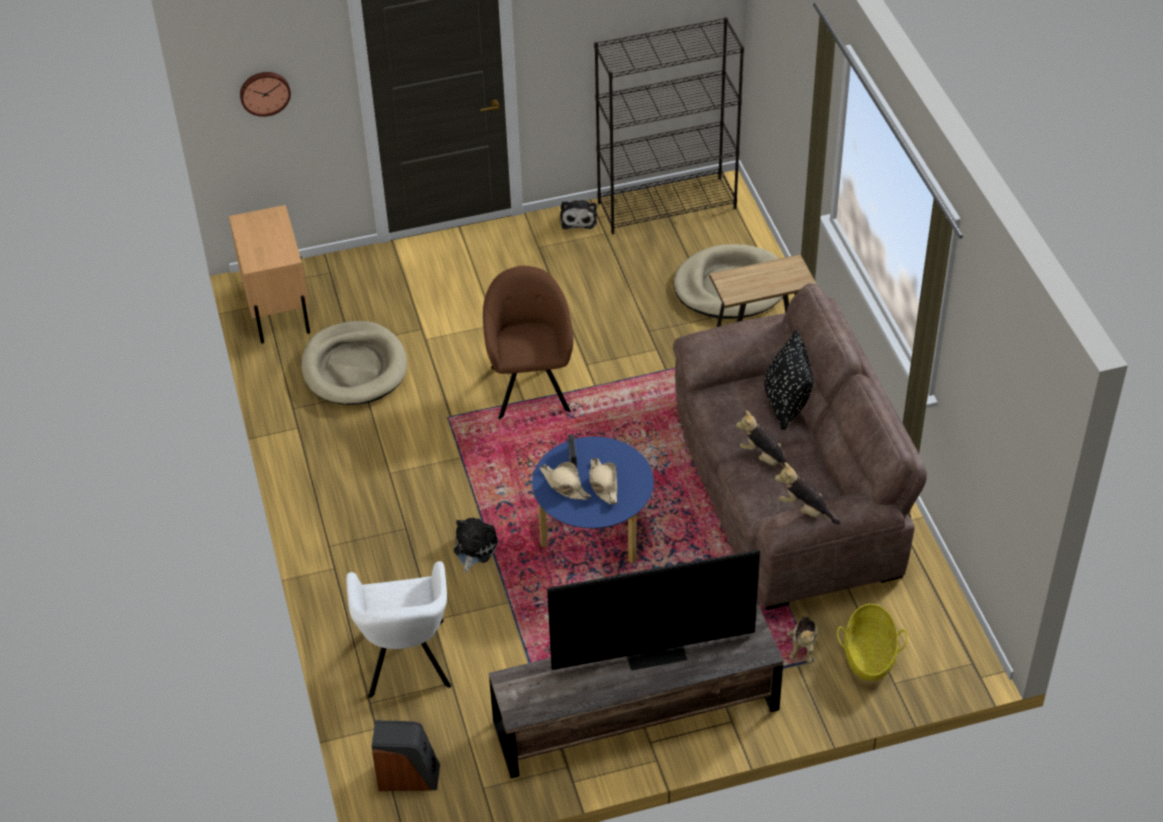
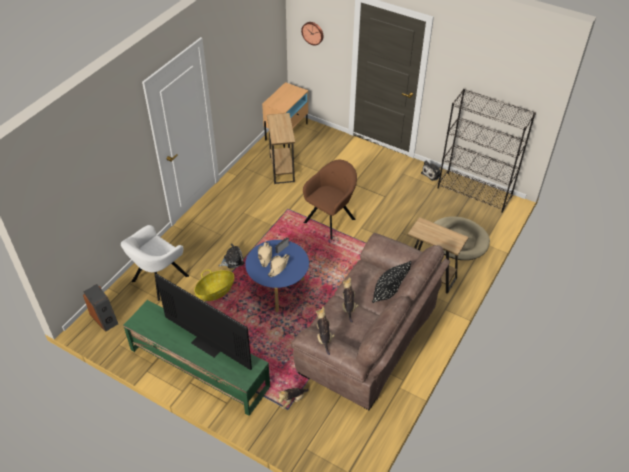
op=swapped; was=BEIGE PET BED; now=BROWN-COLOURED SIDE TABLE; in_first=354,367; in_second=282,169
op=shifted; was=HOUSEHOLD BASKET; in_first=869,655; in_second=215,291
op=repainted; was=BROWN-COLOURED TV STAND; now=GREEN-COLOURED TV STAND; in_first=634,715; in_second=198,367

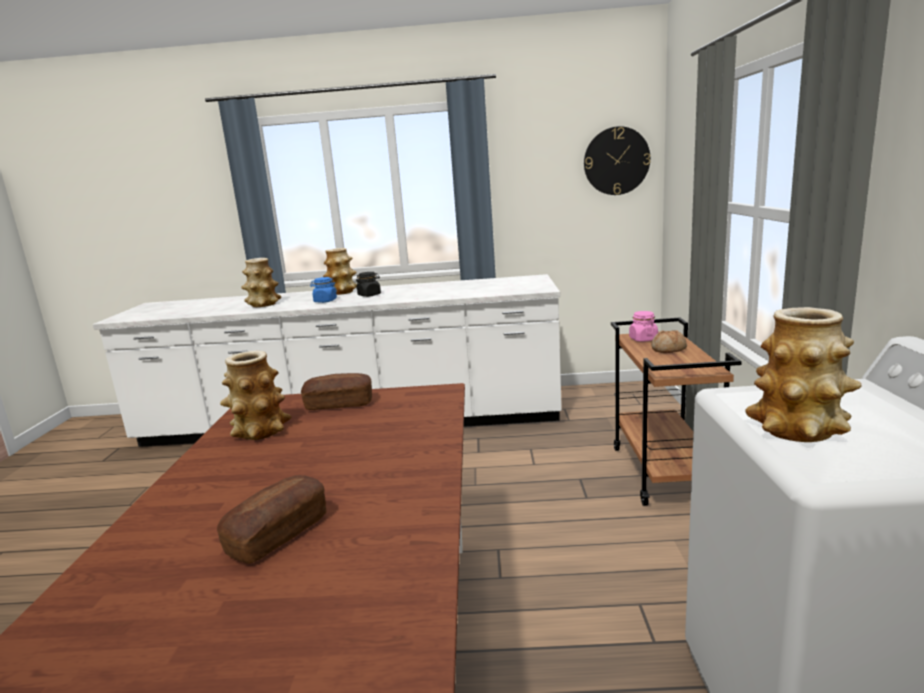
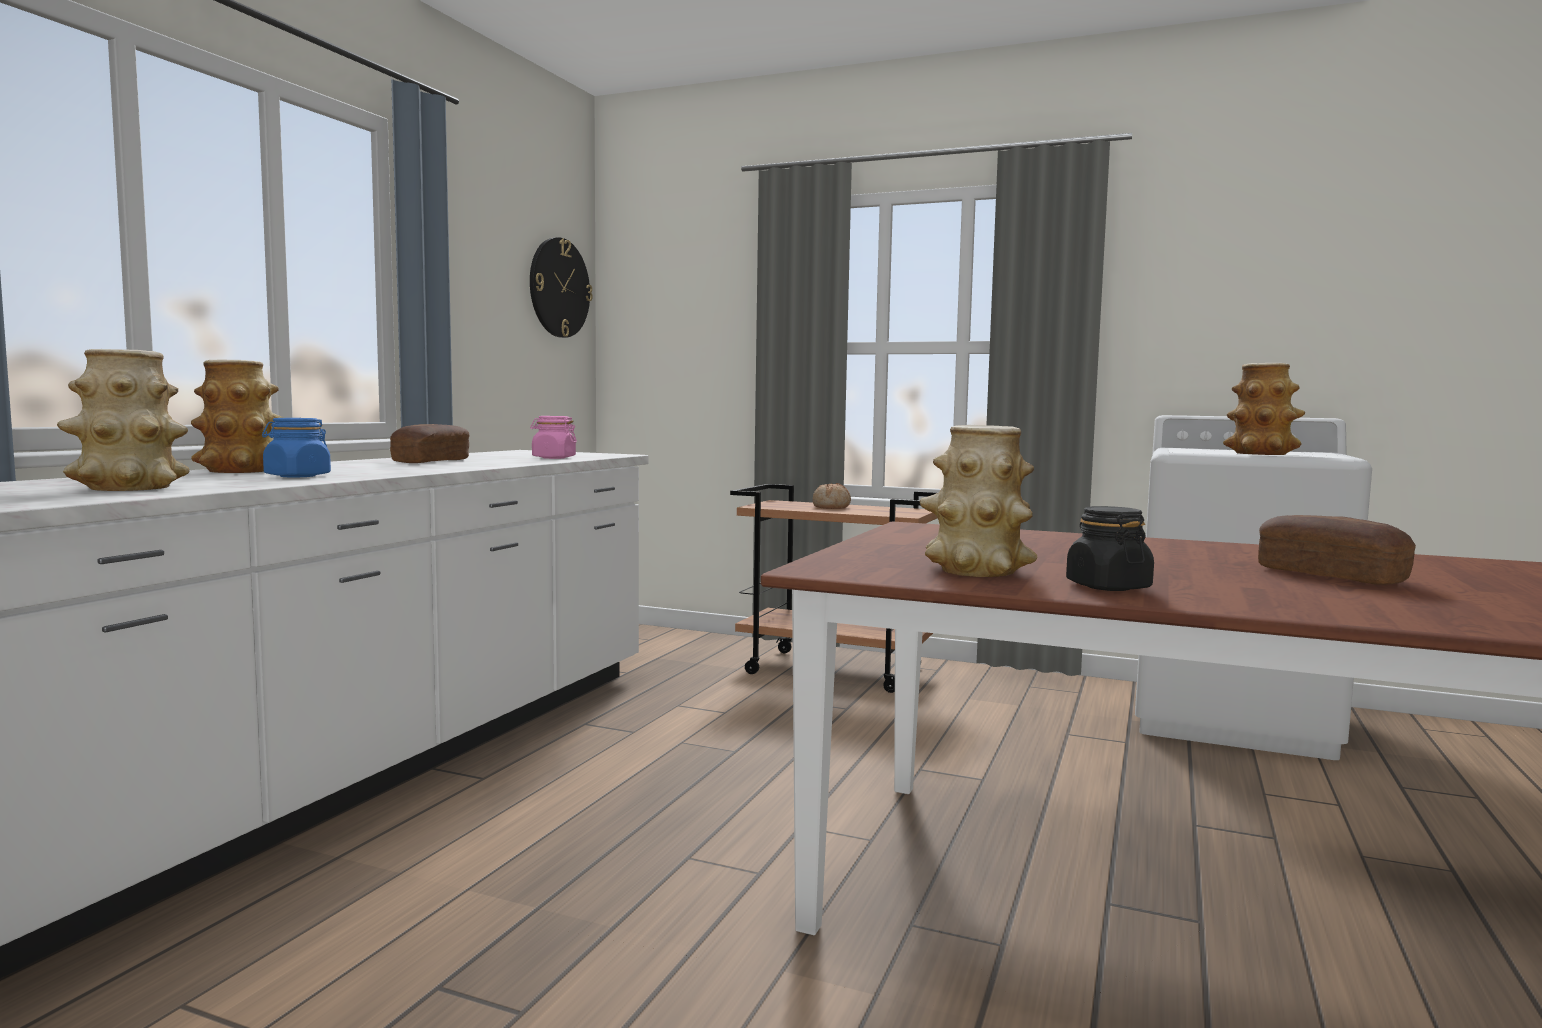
op=shifted; was=BLACK-COLOURED PRESERVE JAR; in_first=369,295; in_second=1107,587
op=shifted; was=PINK-COLOURED PRESERVE JAR; in_first=643,339; in_second=553,458
op=shifted; was=BAKERY BREAD; in_first=339,404; in_second=431,461

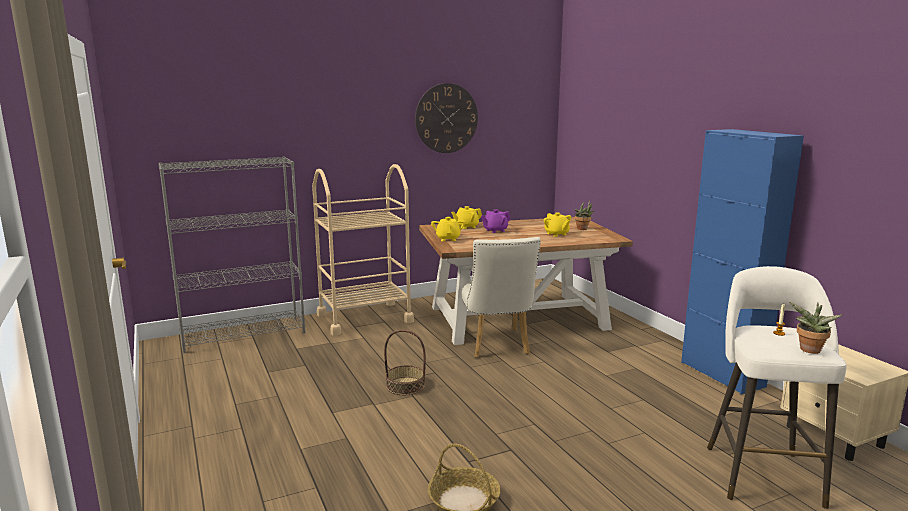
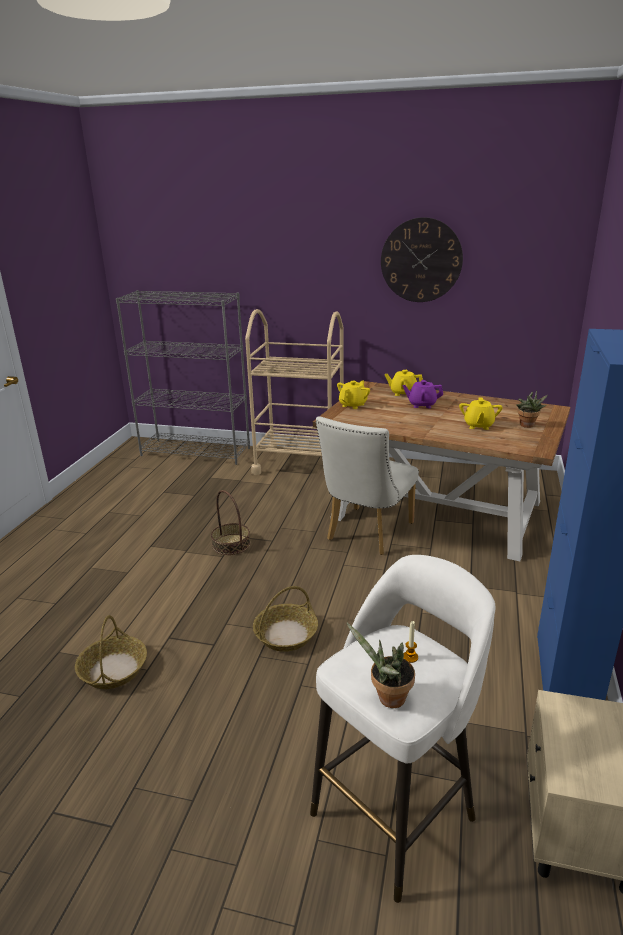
op=new; now=HOUSEHOLD BASKET; in_second=286,634

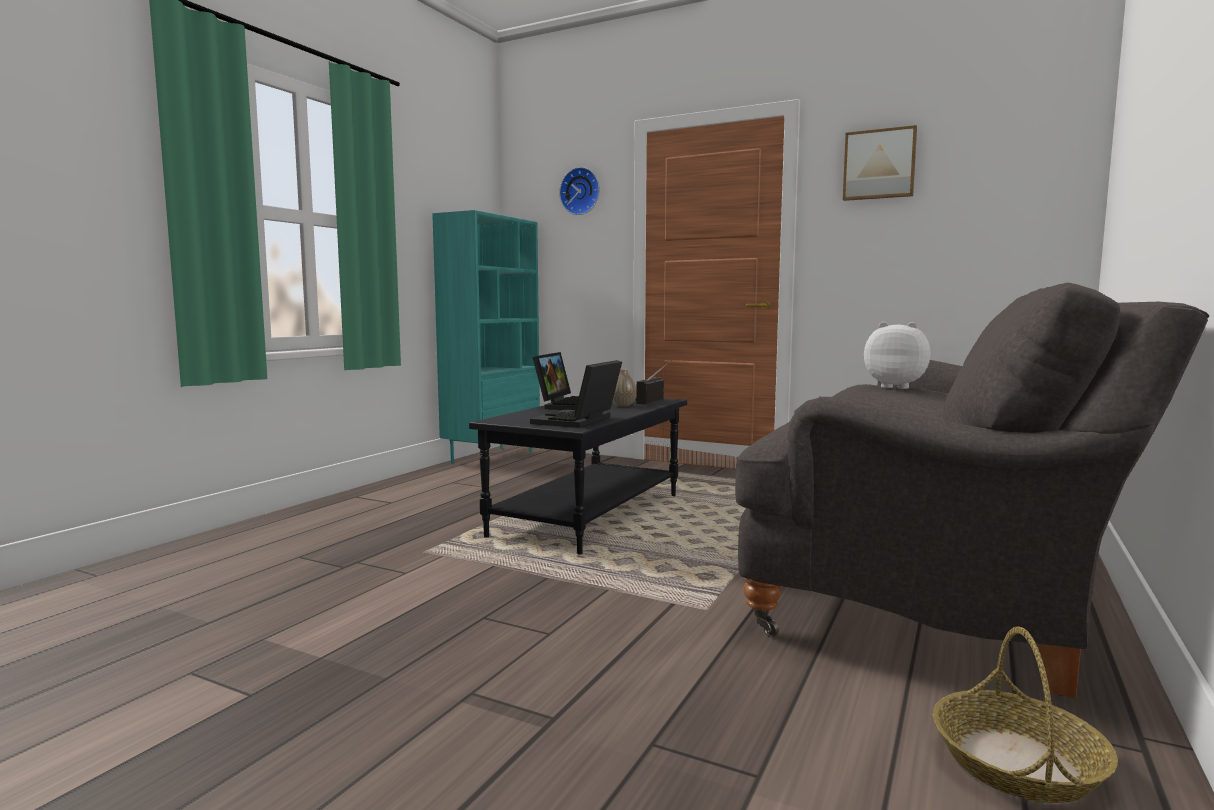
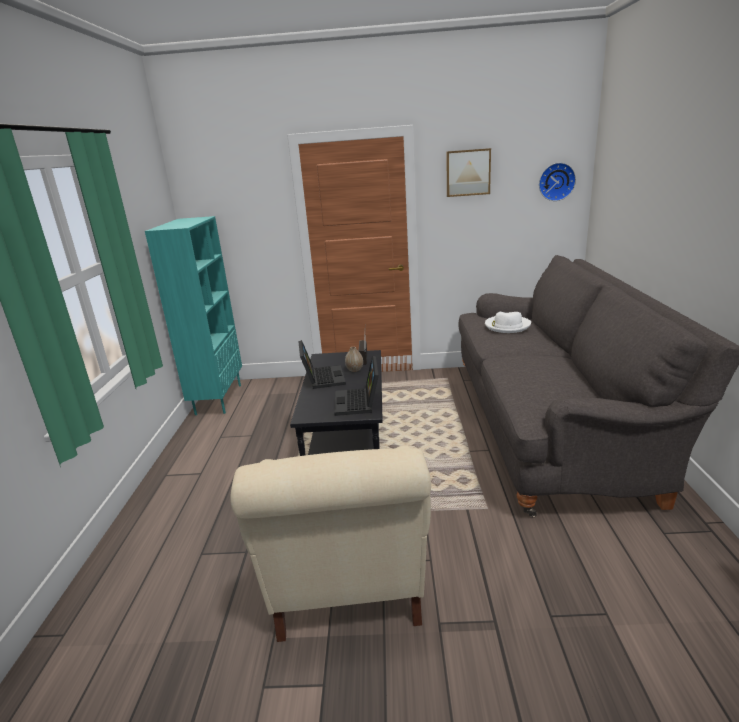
op=shifted; was=HANGING CLOCK; in_first=581,191; in_second=556,181
op=swapped; was=CUDDLY TOY; now=WHITE-COLOURED CLOTHING HAT; in_first=896,387; in_second=507,326
op=gone; was=HOUSEHOLD BASKET; in_first=1018,763
op=new; now=BEIGE EASY CHAIR; in_second=347,583

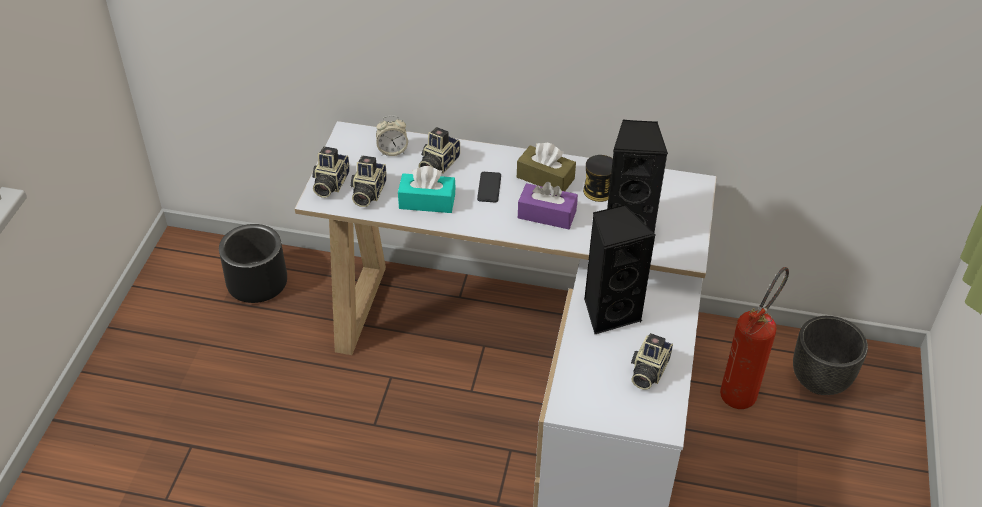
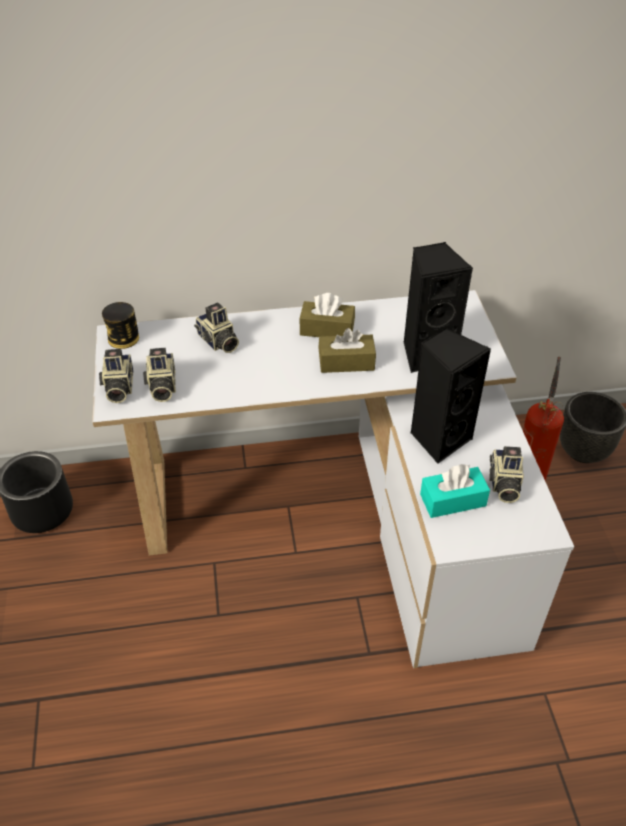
op=gone; was=BEDSIDE CLOCK; in_first=392,151
op=rotated; was=STILL CAMERA; in_first=437,164; in_second=218,342; clockwise=-45
op=shifted; was=CAN; in_first=599,191; in_second=123,338
op=shifted; was=TURQUOISE-COLOURED BOX OF TISSUES; in_first=427,201; in_second=453,500
op=gone; was=HANDSET; in_first=489,187
op=repainted; was=PURPLE-COLOURED BOX OF TISSUES; now=BROWN-COLOURED BOX OF TISSUES; in_first=547,214; in_second=346,362

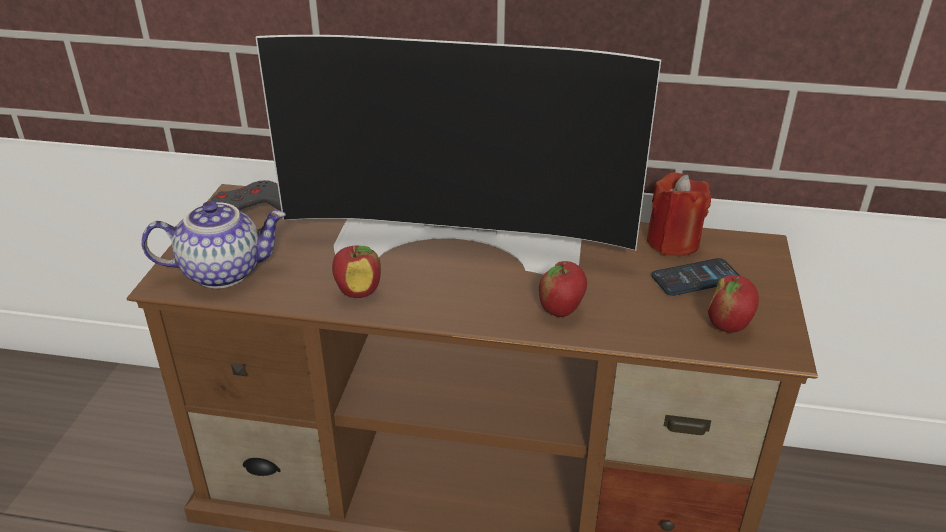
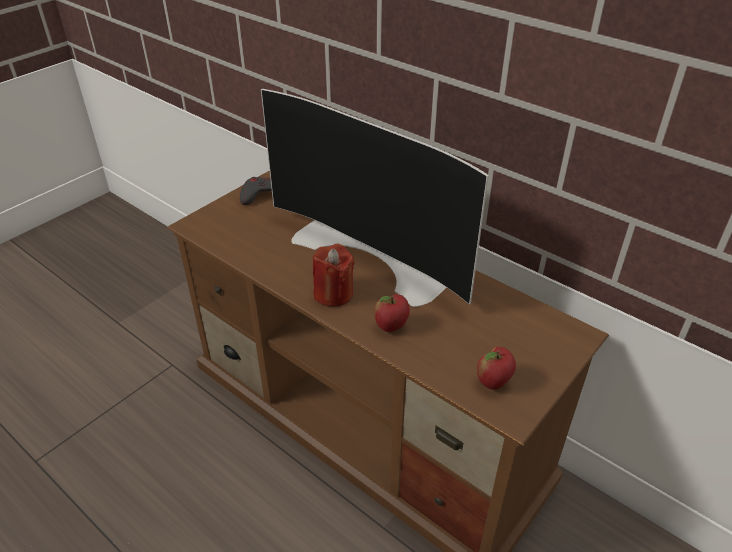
op=shifted; was=RED WAX CANDLE; in_first=673,242; in_second=333,294
op=gone; was=TEAPOT; in_first=223,271
op=gone; was=APPLE; in_first=358,291
op=gone; was=HANDSET; in_first=695,278

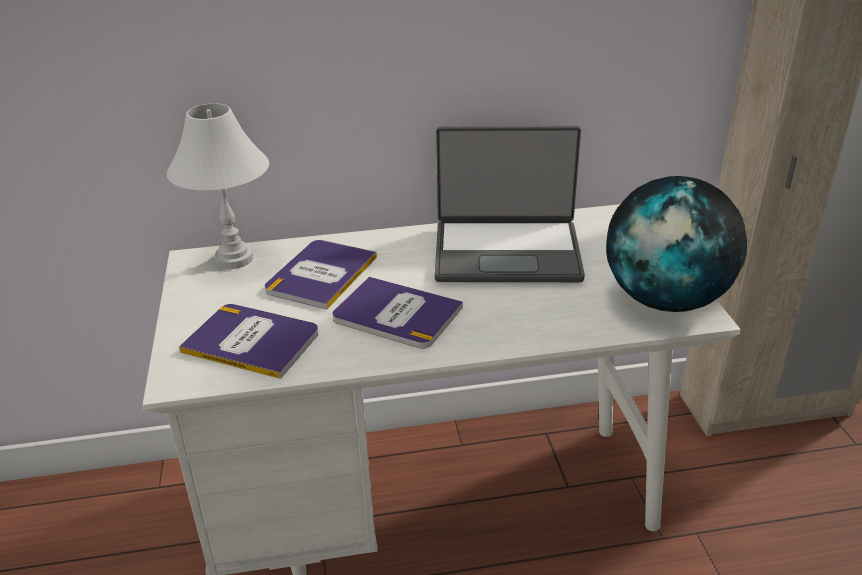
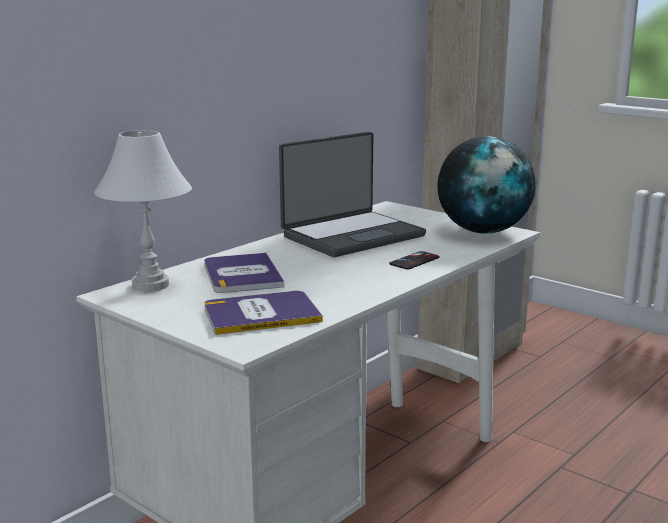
op=gone; was=BOUND BOOK; in_first=396,314
op=new; now=HANDSET; in_second=414,261

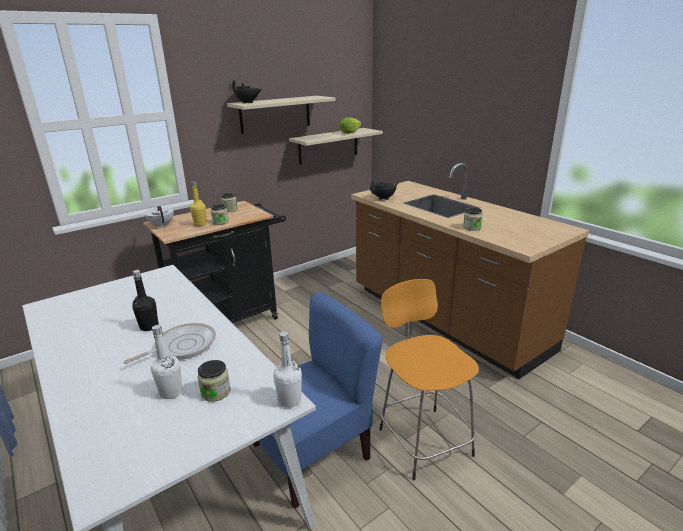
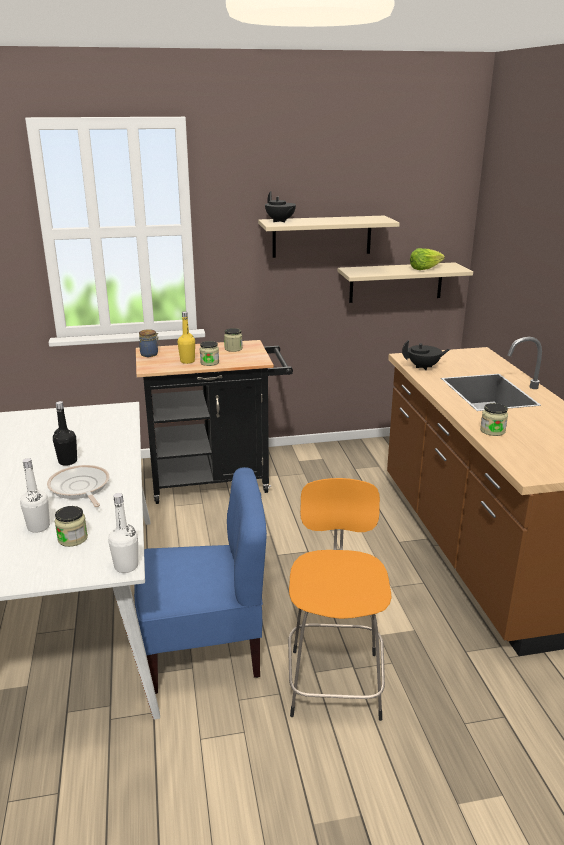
op=swapped; was=WHITE-COLOURED TEAPOT; now=PRESERVE JAR; in_first=162,225; in_second=150,354
op=rotated; was=PAN; in_first=182,346; in_second=80,488; clockwise=-105

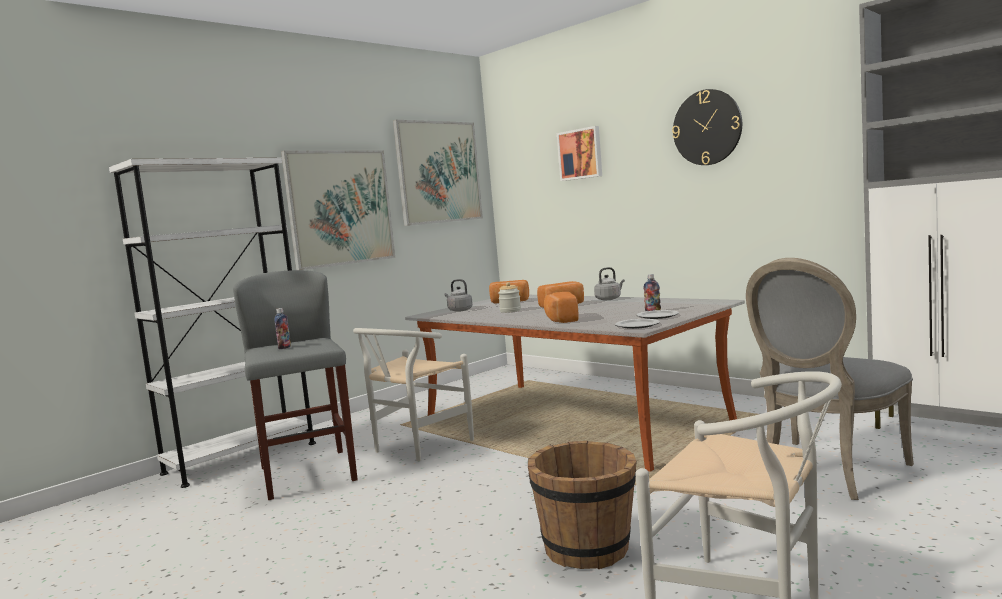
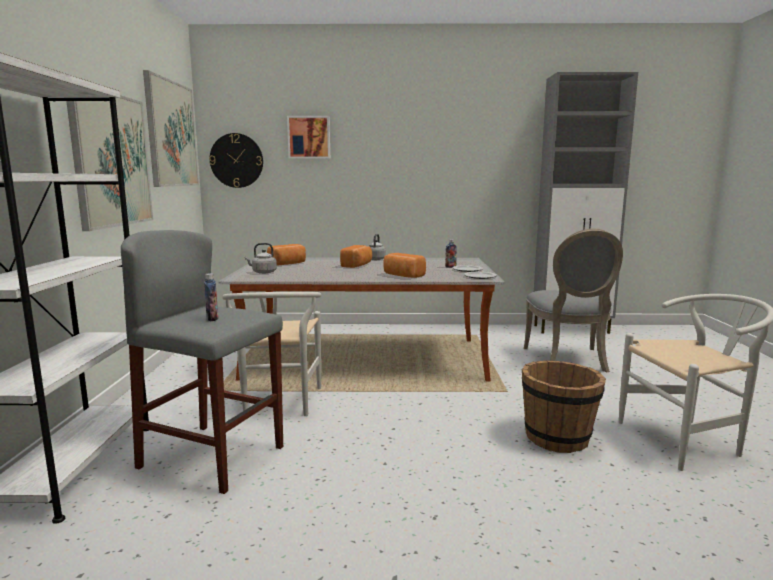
op=shifted; was=HANGING CLOCK; in_first=707,127; in_second=236,160
op=gone; was=PRESERVE JAR; in_first=510,311

